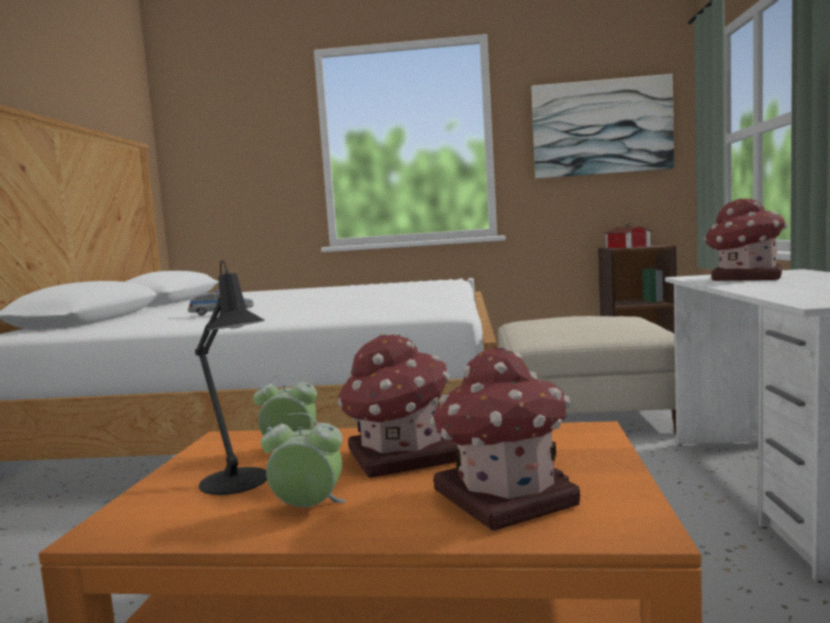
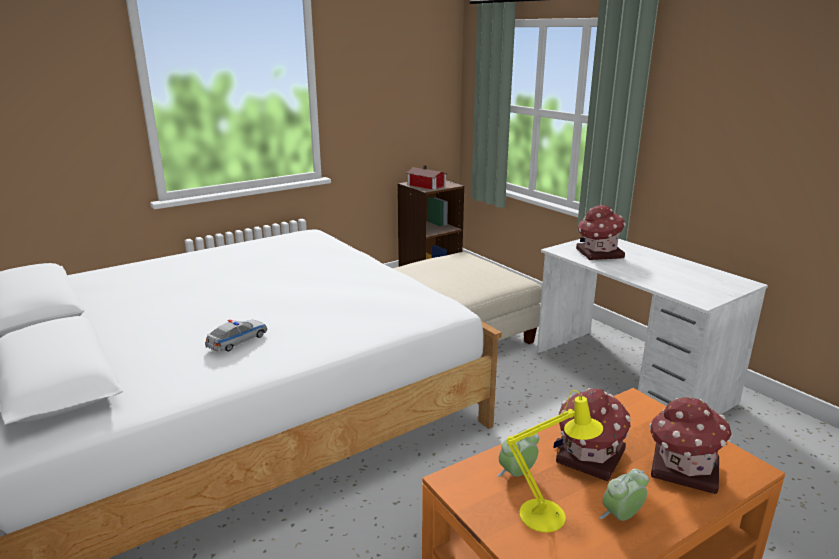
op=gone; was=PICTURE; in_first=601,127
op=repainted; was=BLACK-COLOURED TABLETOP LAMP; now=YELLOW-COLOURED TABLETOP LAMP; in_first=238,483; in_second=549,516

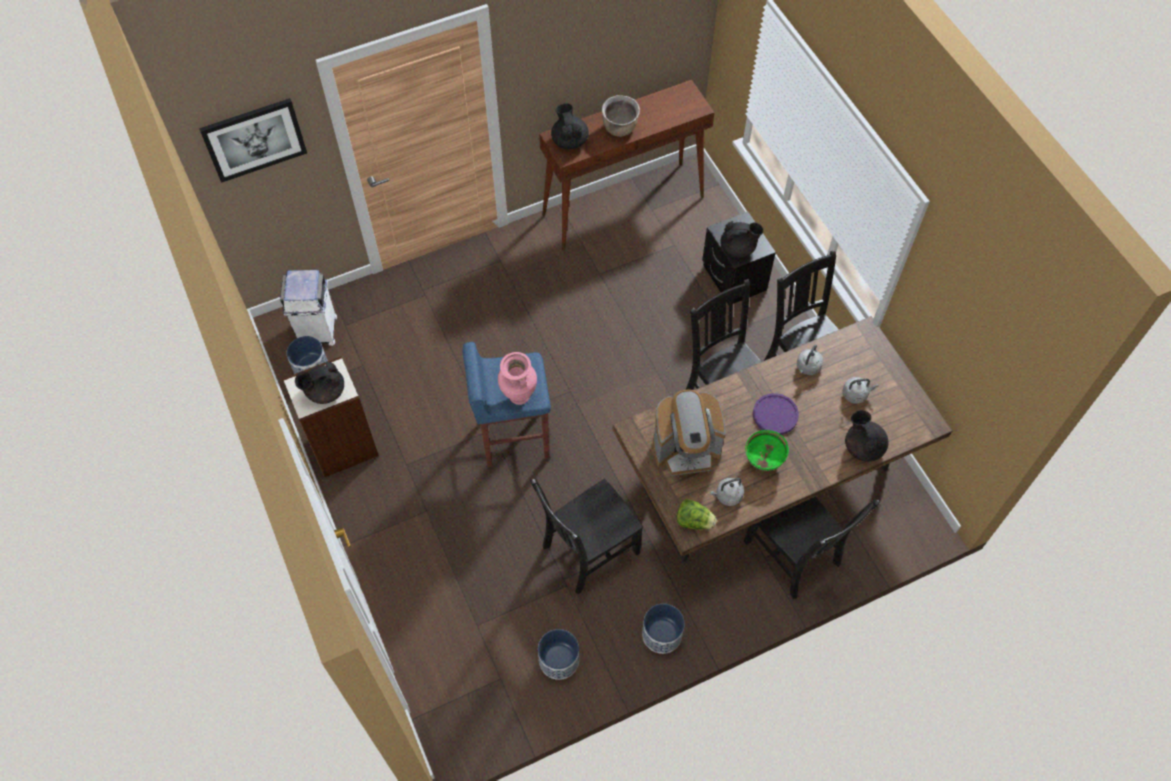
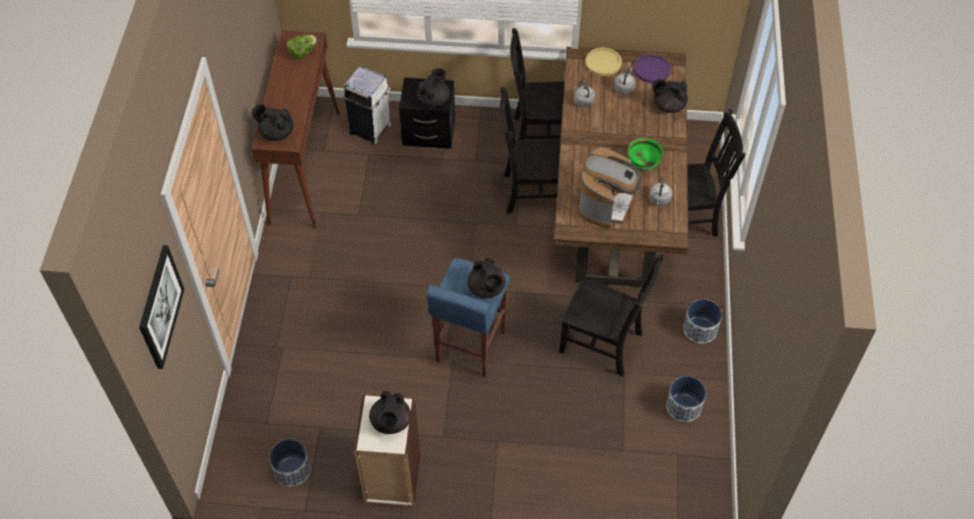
op=gone; was=BROWN-COLOURED SAUCEPOT; in_first=620,128
op=shifted; was=WHITE-COLOURED RUBBISH BIN; in_first=317,331; in_second=370,129
op=swapped; was=PINK-COLOURED VASE; now=BLACK-COLOURED TEAPOT; in_first=518,396; in_second=487,289
op=shifted; was=PURPLE-COLOURED FLAT DISH; in_first=775,414; in_second=652,69
op=rotated; was=BLACK-COLOURED CHAIR; in_first=588,551; in_second=603,343; clockwise=-60
op=shifted; was=HEAD OF LETTUCE; in_first=694,521; in_second=302,53
op=new; now=YELLOW-COLOURED FLAT DISH; in_second=603,62

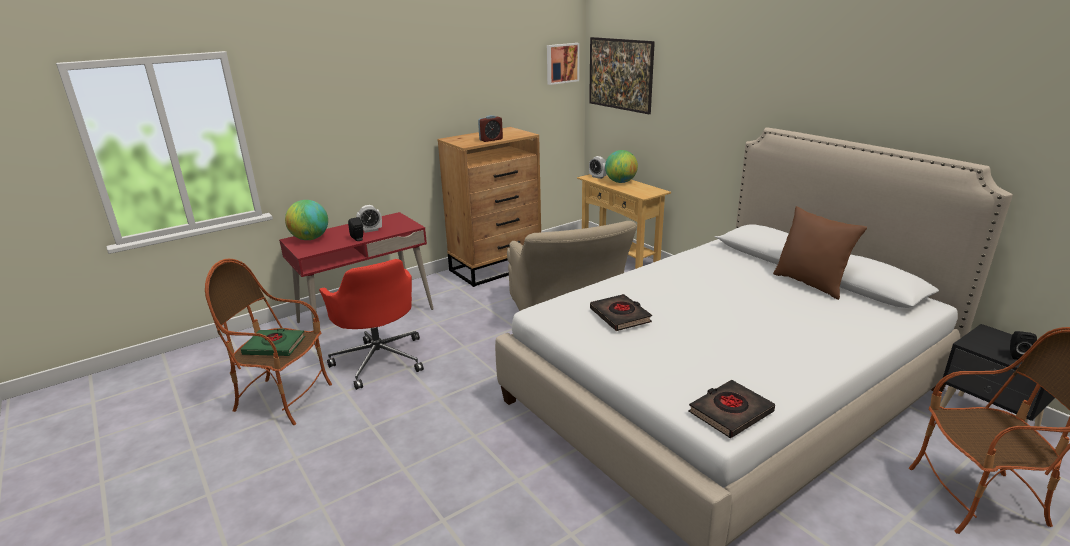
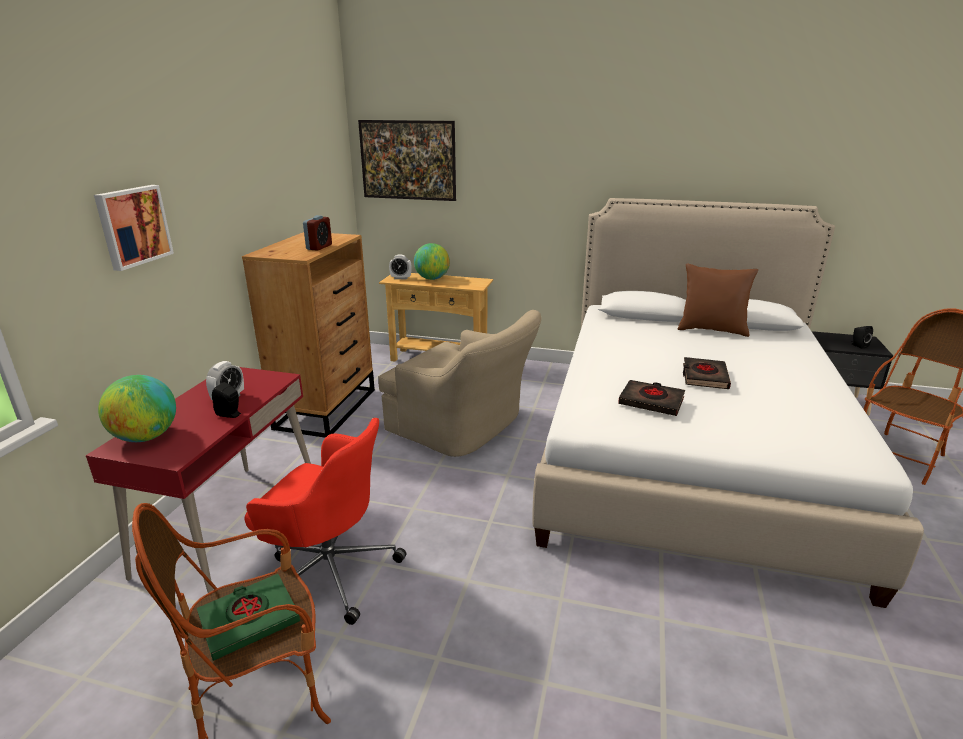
op=shifted; was=PICTURE; in_first=561,63; in_second=133,226
op=shifted; was=BLACK-COLOURED BOUND BOOK; in_first=730,412; in_second=704,377

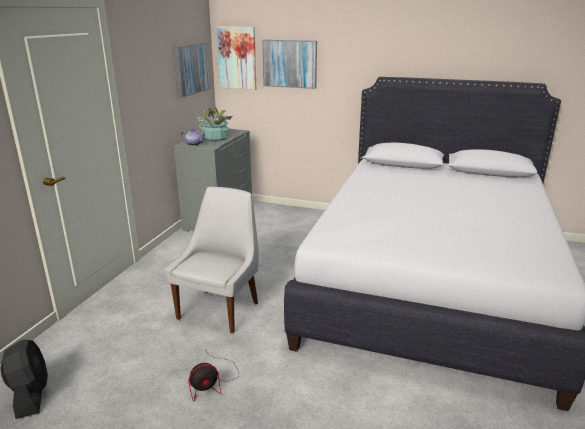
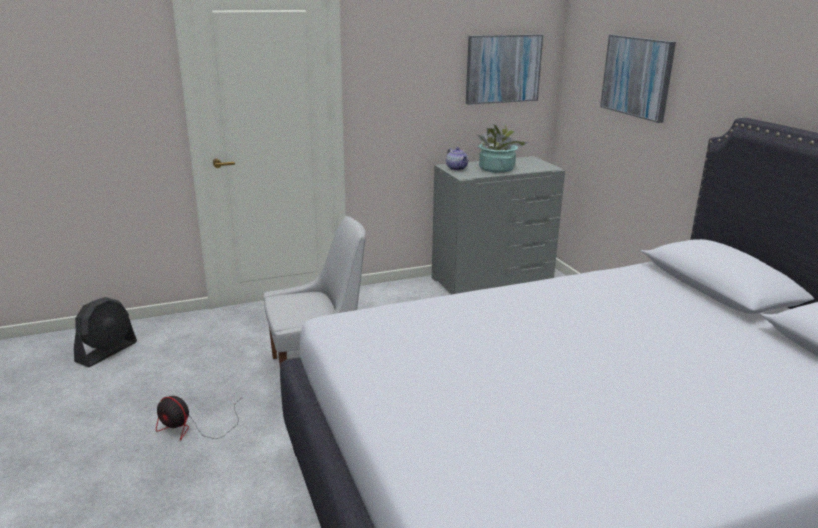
op=gone; was=PICTURE; in_first=237,58

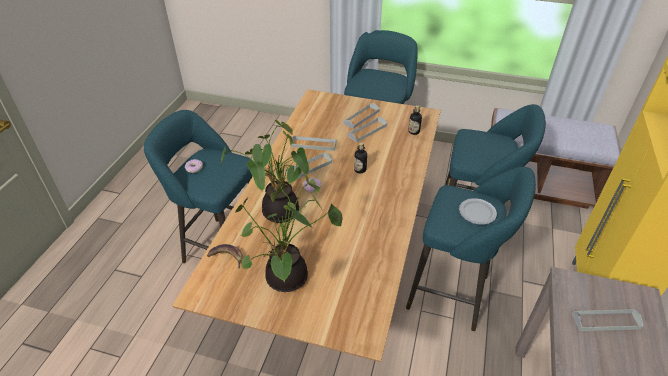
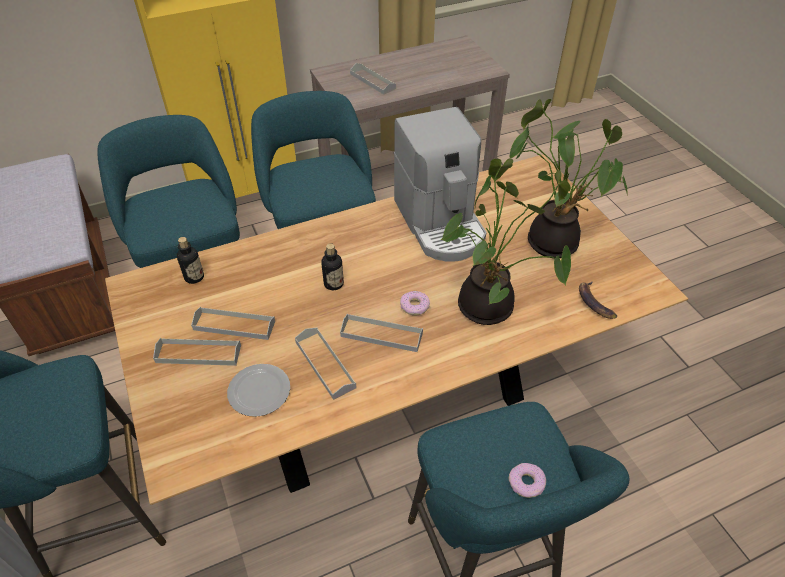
op=shifted; was=FLAT DISH; in_first=476,212; in_second=259,392
op=new; now=COFFEE BREWER; in_second=440,223

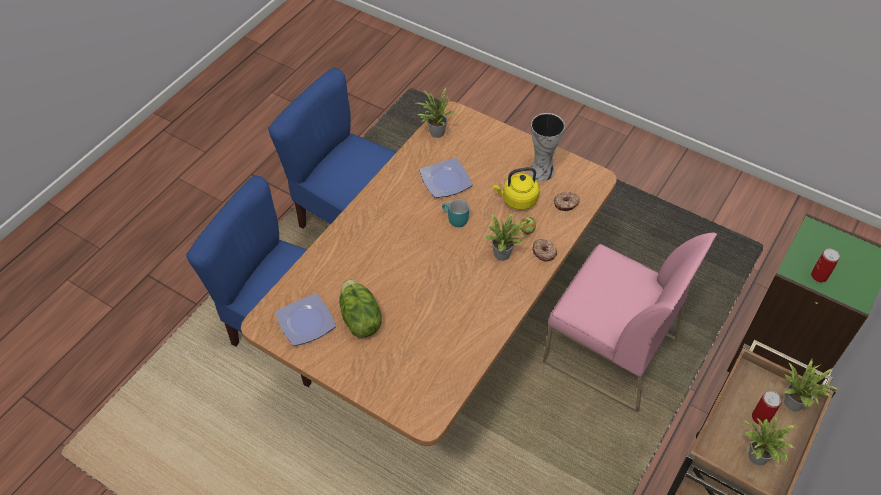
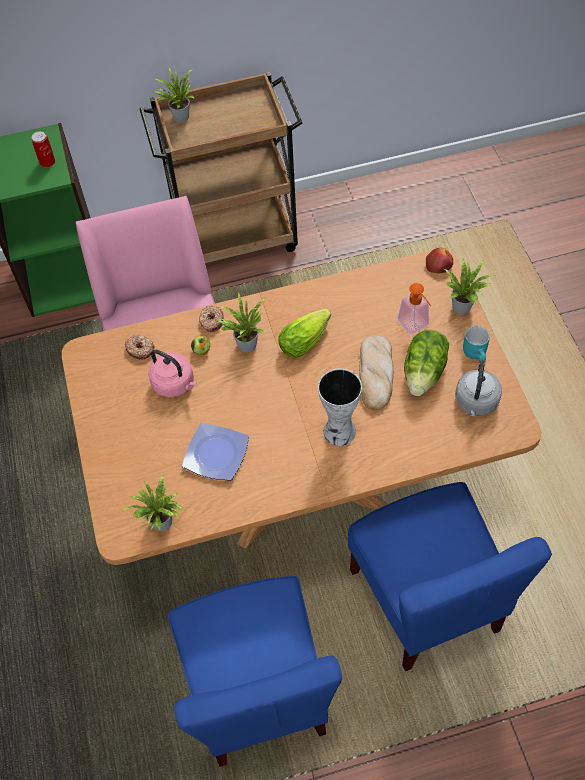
op=shifted; was=VASE; in_first=542,170; in_second=338,432
op=repainted; was=YELLOW-COLOURED TEA KETTLE; now=PINK-COLOURED TEA KETTLE; in_first=517,200; in_second=175,384
op=shifted; was=TURQUOISE-COLOURED MUG; in_first=454,220; in_second=477,353
op=swapped; was=FLAT DISH; now=GREYISH TEA KETTLE; in_first=304,322; in_second=476,403
op=gone; was=CAN; in_first=760,417
op=shifted; was=POTTED PLANT; in_first=757,458; in_second=463,305
op=new; now=APPLE; in_second=439,264
op=new; now=LIQUID SOAP BOTTLE; in_second=416,326
op=new; now=HEAD OF LETTUCE; in_second=307,339
op=new; now=BAKERY BREAD; in_second=376,374

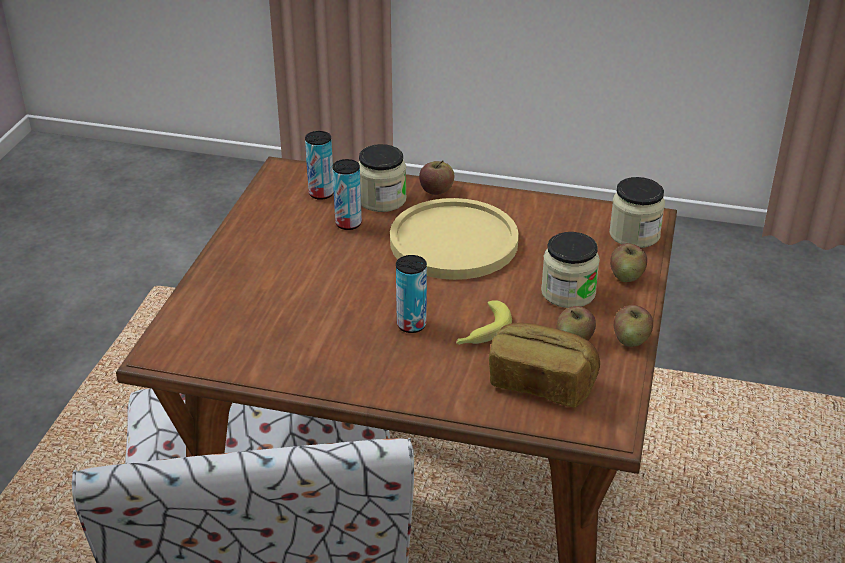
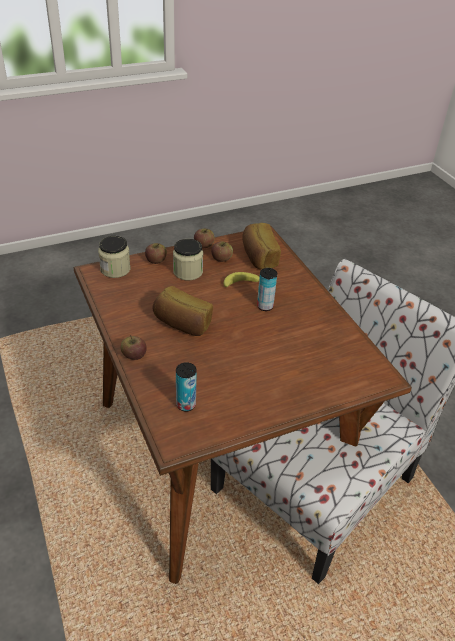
op=gone; was=PRESERVE JAR; in_first=382,199
op=gone; was=CAN; in_first=348,223
op=swapped; was=YELLOW-COLOURED FLAT DISH; now=BAKERY BREAD; in_first=454,242; in_second=182,324

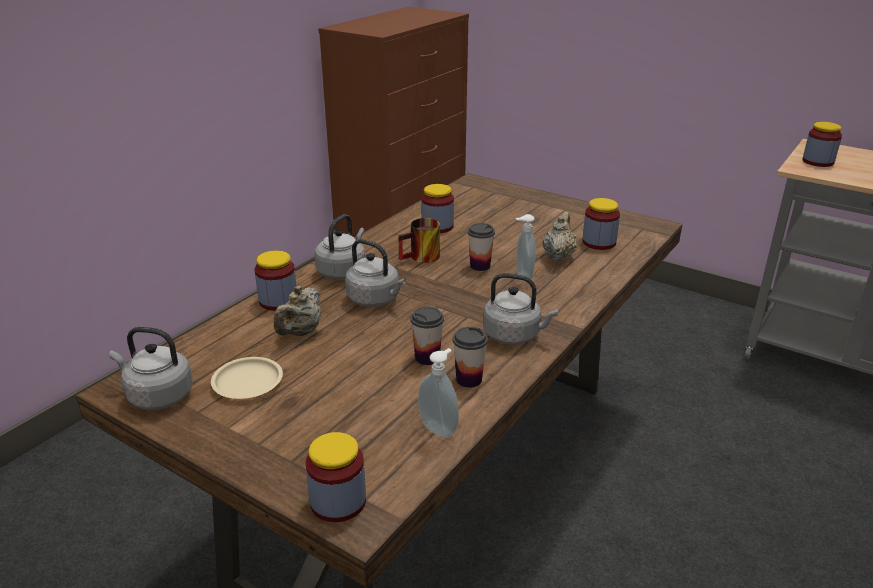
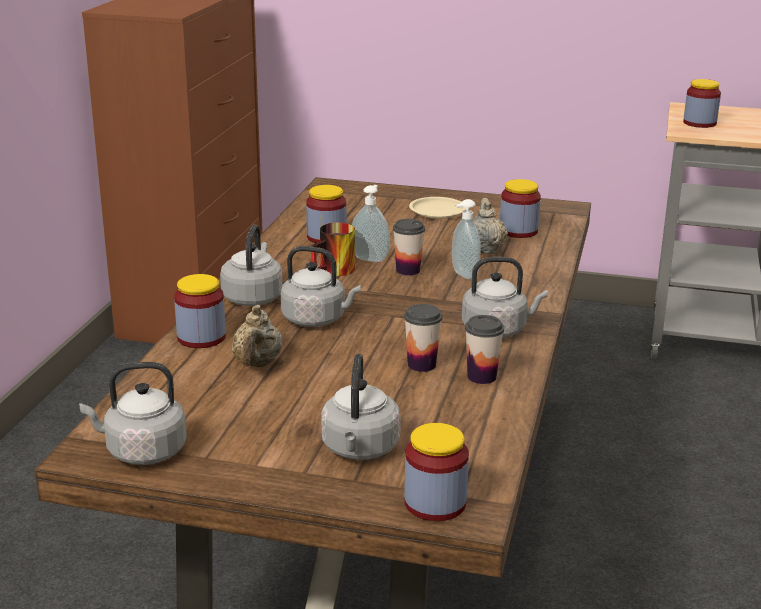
op=shifted; was=LIQUID SOAP BOTTLE; in_first=439,428; in_second=370,258
op=shifted; was=BEIGE FLAT DISH; in_first=247,382; in_second=437,211
op=new; now=GREYISH TEA KETTLE; in_second=360,450

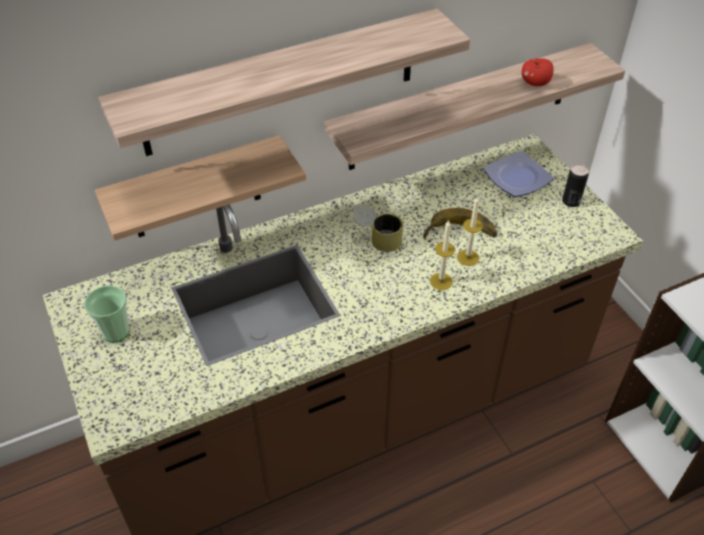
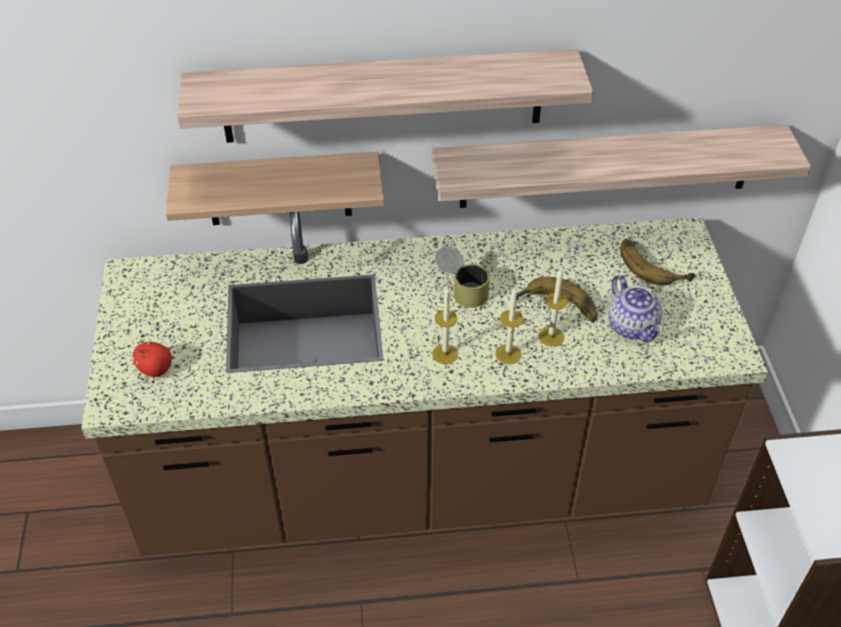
op=shifted; was=APPLE; in_first=535,83; in_second=155,369
op=swapped; was=FLAT DISH; now=BANANA FRUIT; in_first=517,179; in_second=653,264
op=gone; was=CAN; in_first=571,201
op=gone; was=DRINKING CUP; in_first=115,332
op=new; now=TEAPOT; in_second=633,327
op=new; now=WAX CANDLE; in_second=445,354

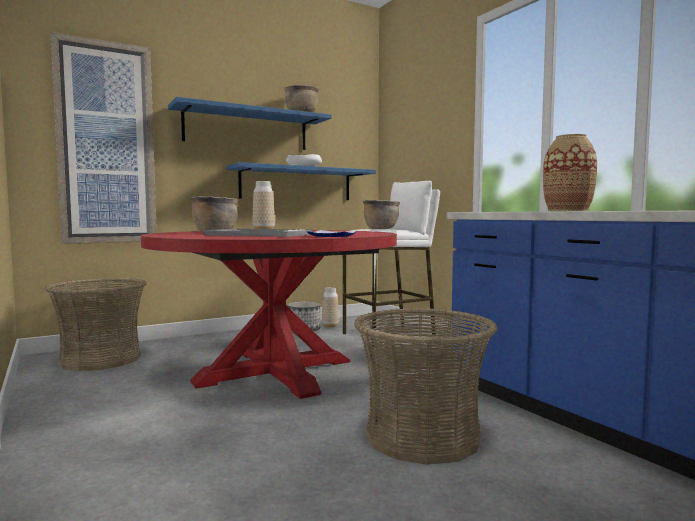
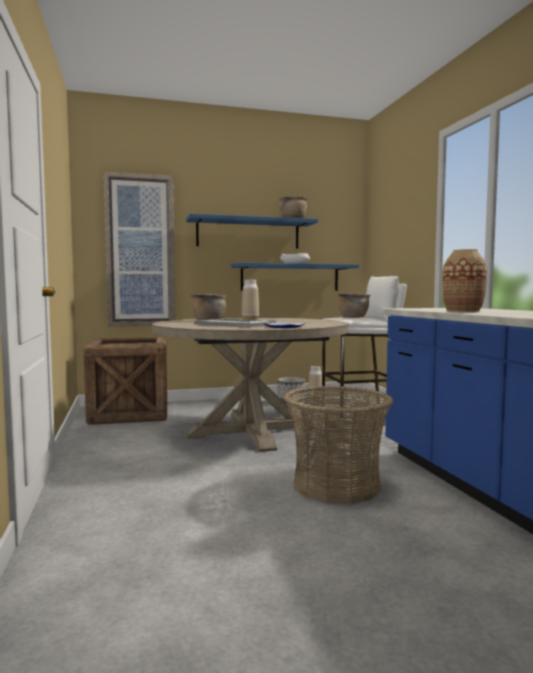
op=repainted; was=RED DINNER TABLE; now=BEIGE DINNER TABLE; in_first=275,371; in_second=251,431
op=swapped; was=HOUSEHOLD BASKET; now=SHIPPING CRATE; in_first=101,359; in_second=131,413

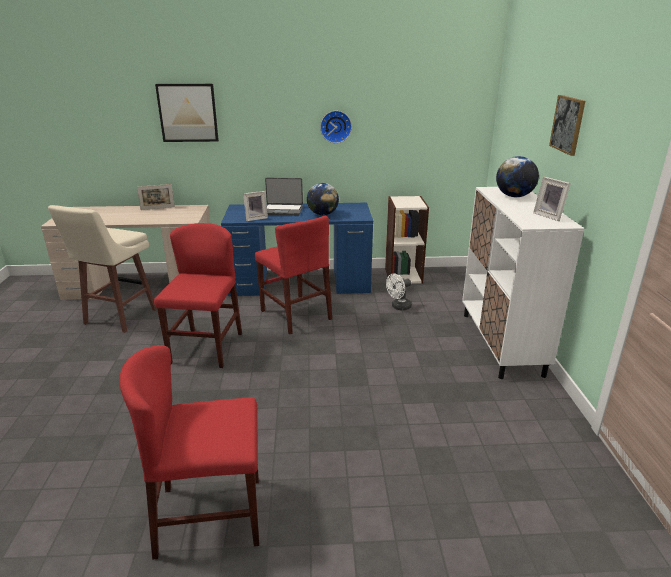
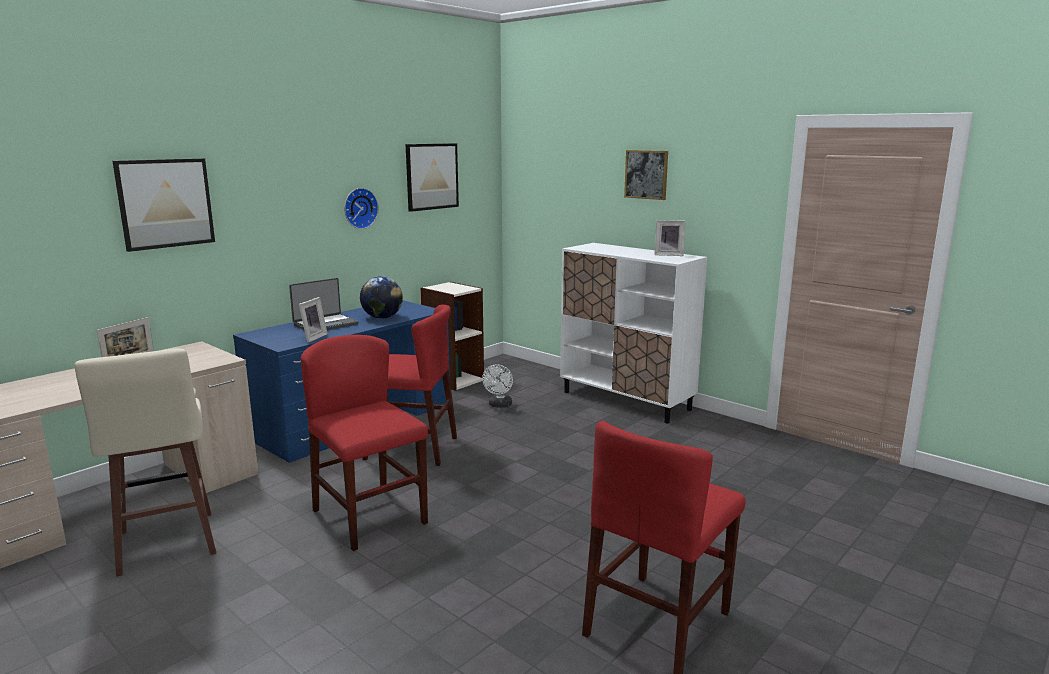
op=gone; was=GLOBE; in_first=514,196
op=new; now=PICTURE; in_second=432,176

